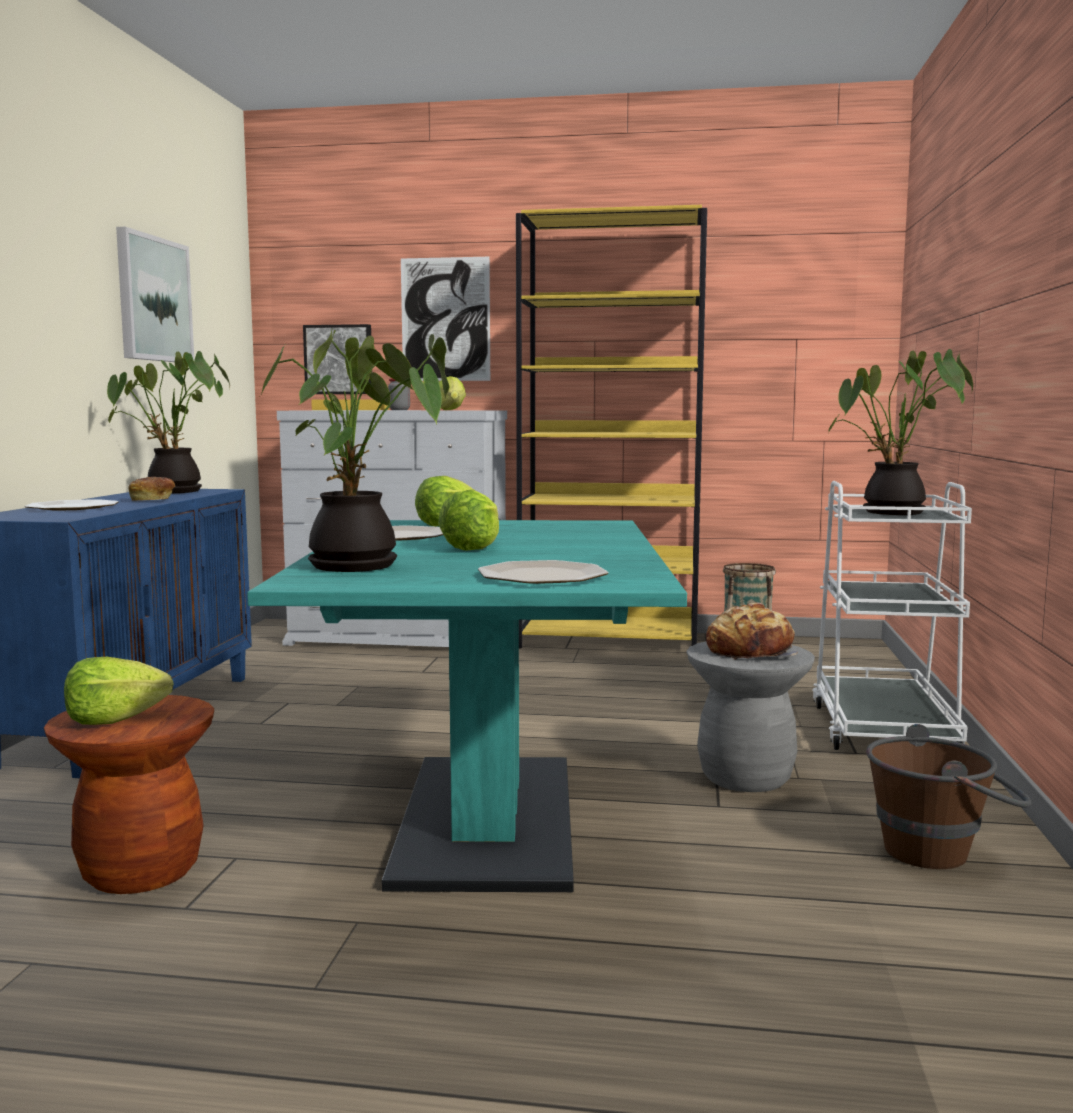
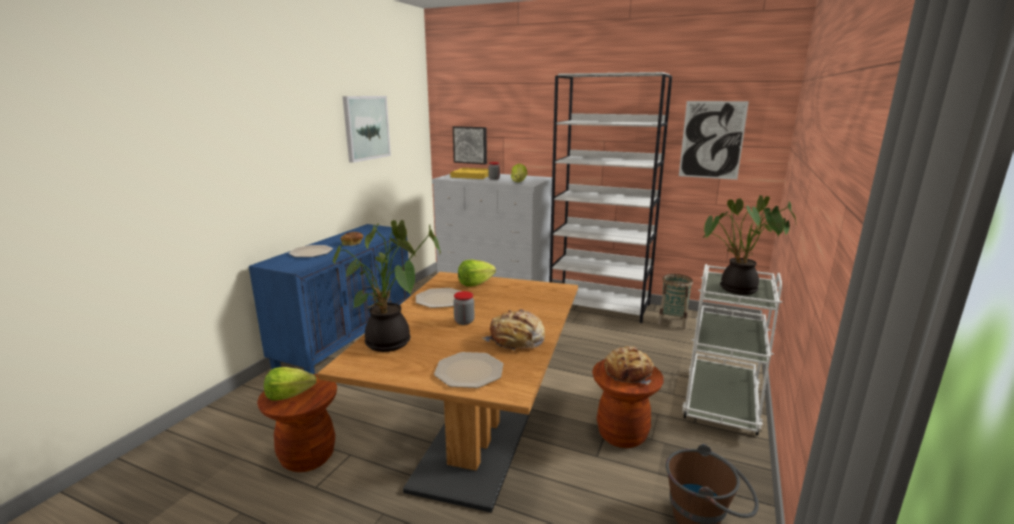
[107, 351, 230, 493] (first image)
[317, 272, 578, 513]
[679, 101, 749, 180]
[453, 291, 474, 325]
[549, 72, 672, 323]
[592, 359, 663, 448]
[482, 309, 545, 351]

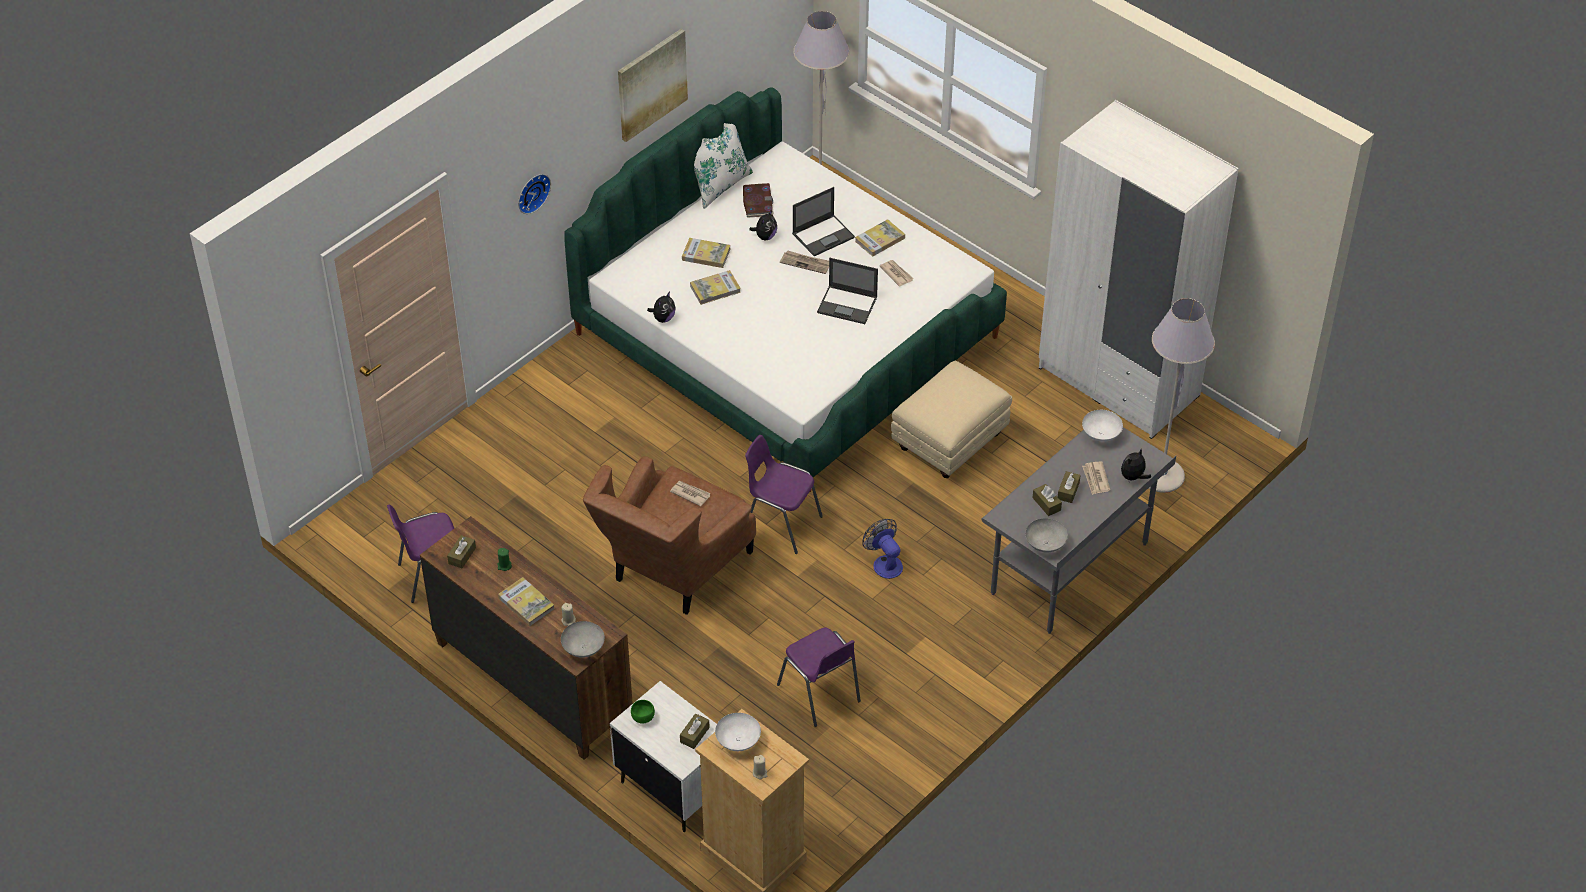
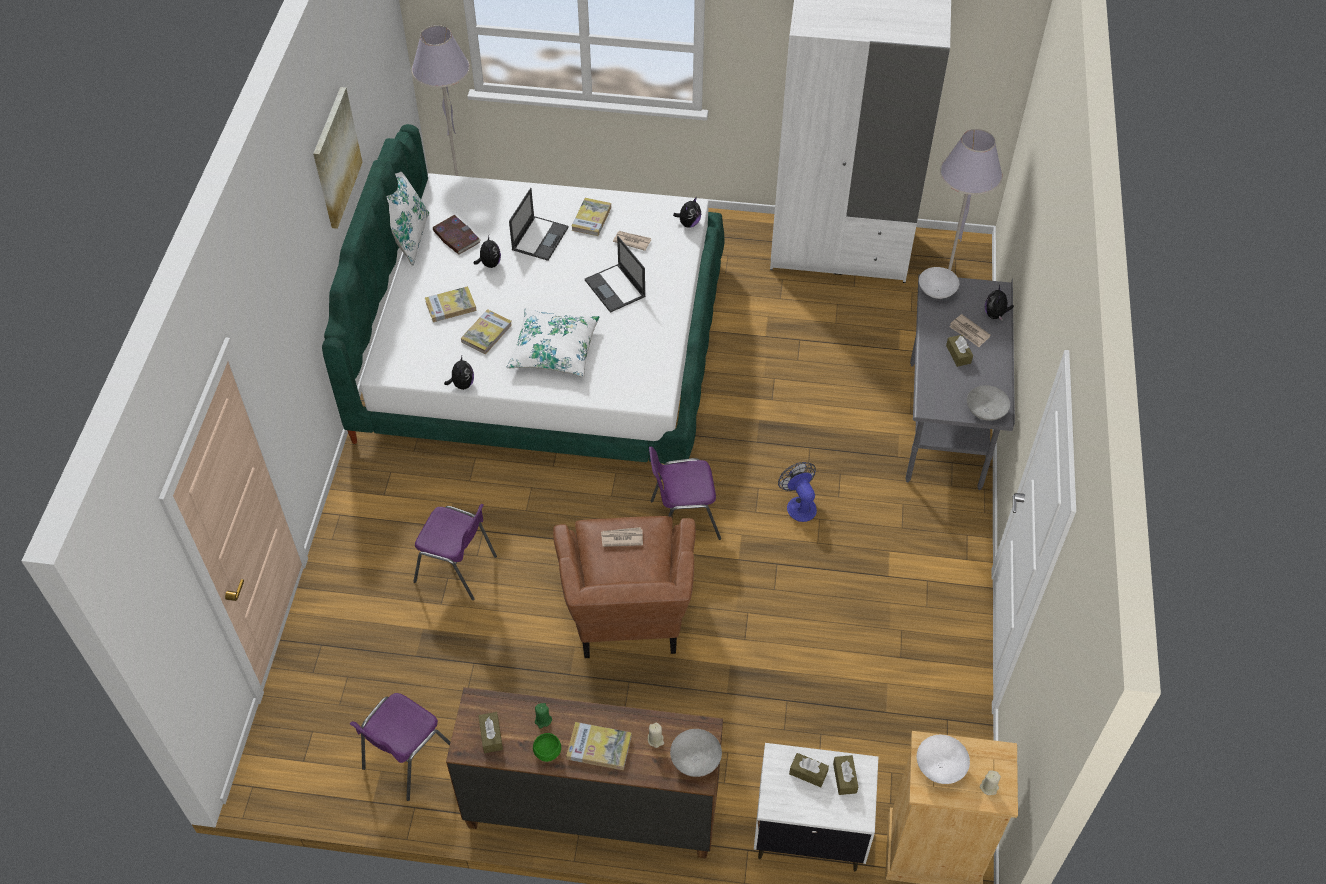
[518, 174, 551, 214] (first image)
[533, 733, 561, 762]
[413, 504, 497, 600]
[780, 251, 829, 274] (first image)
[585, 236, 646, 313]
[778, 462, 817, 522]
[891, 361, 1012, 478] (first image)
[789, 753, 829, 787]
[507, 308, 599, 377]
[673, 197, 701, 228]

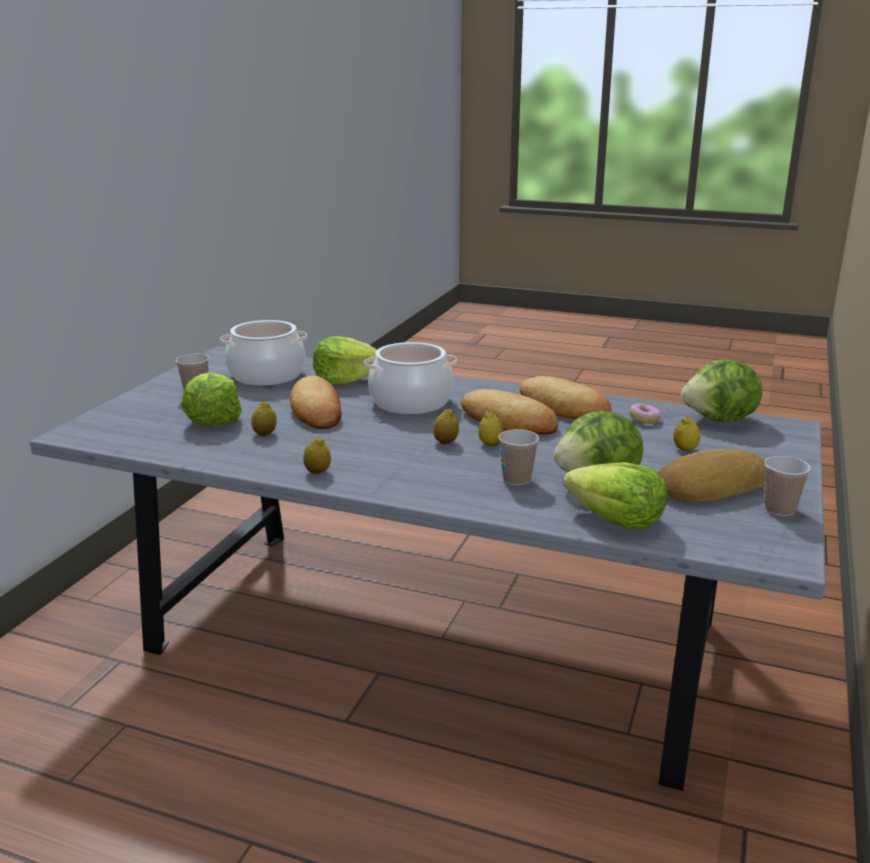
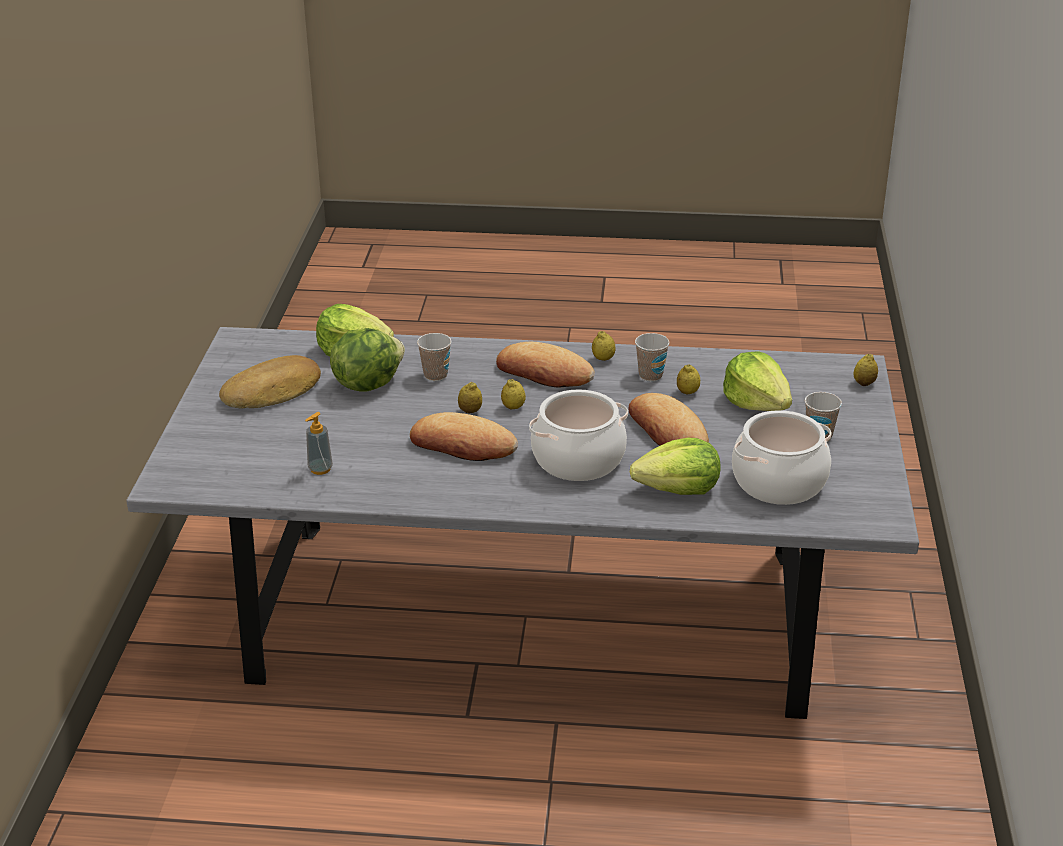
[496, 342, 595, 388]
[305, 412, 333, 475]
[854, 354, 878, 386]
[681, 360, 762, 422] (first image)
[635, 333, 669, 382]

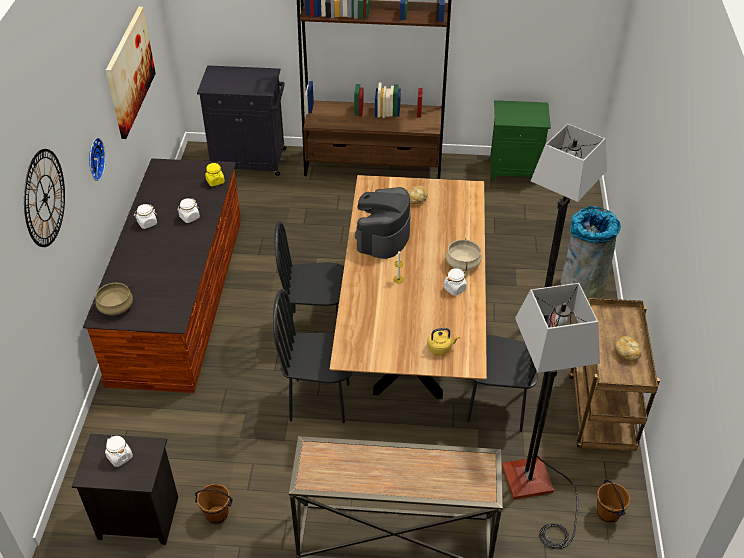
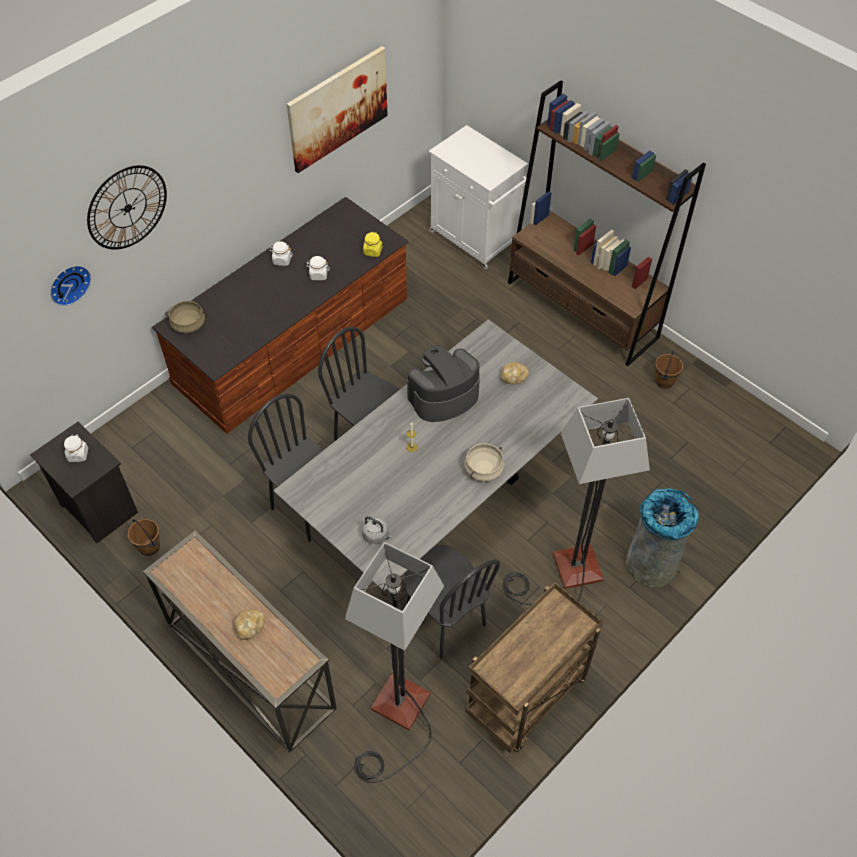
[50, 265, 91, 306]
[429, 125, 528, 269]
[273, 319, 598, 591]
[362, 516, 392, 544]
[444, 268, 467, 296] (first image)
[490, 100, 551, 182] (first image)
[655, 351, 683, 389]
[234, 609, 265, 640]

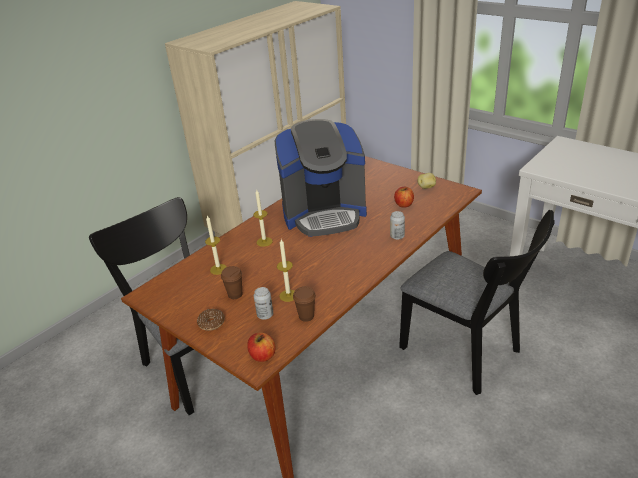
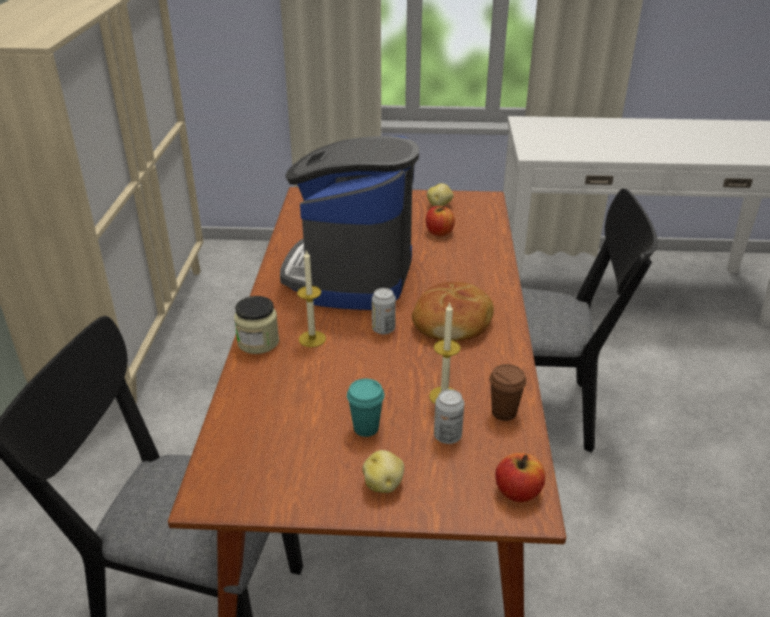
[362, 450, 404, 493]
[205, 216, 227, 275] (first image)
[347, 379, 385, 437]
[280, 136, 419, 310]
[372, 288, 396, 334]
[234, 296, 279, 354]
[412, 282, 494, 341]

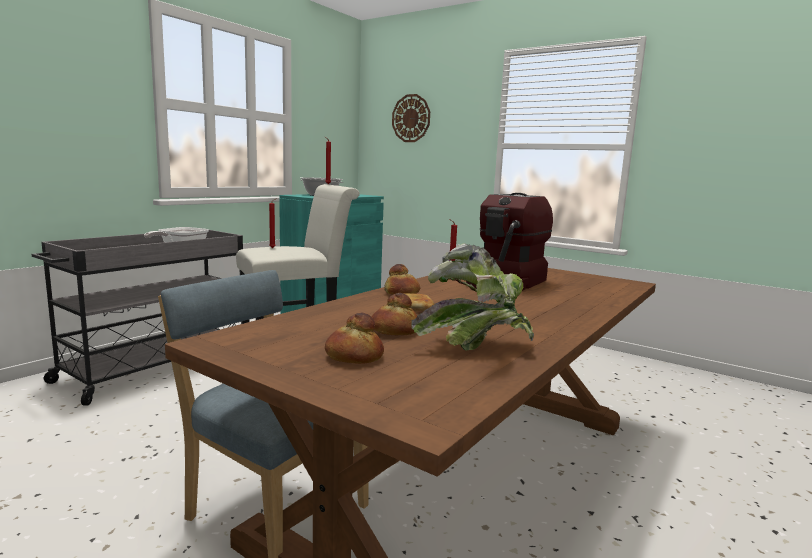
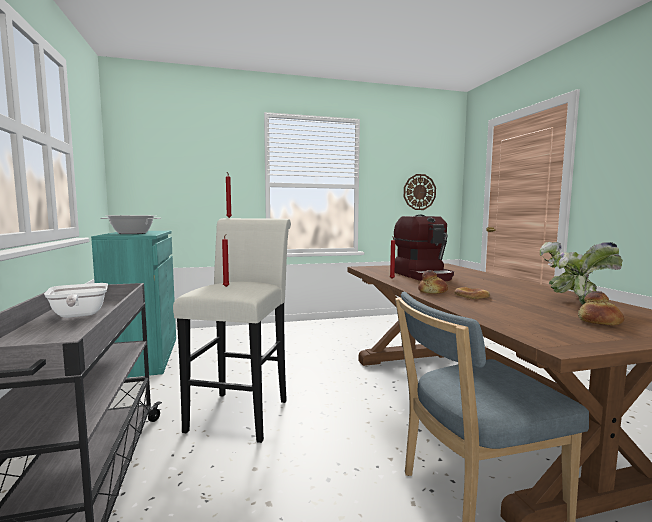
[371, 293, 417, 335] (first image)
[404, 174, 436, 210]

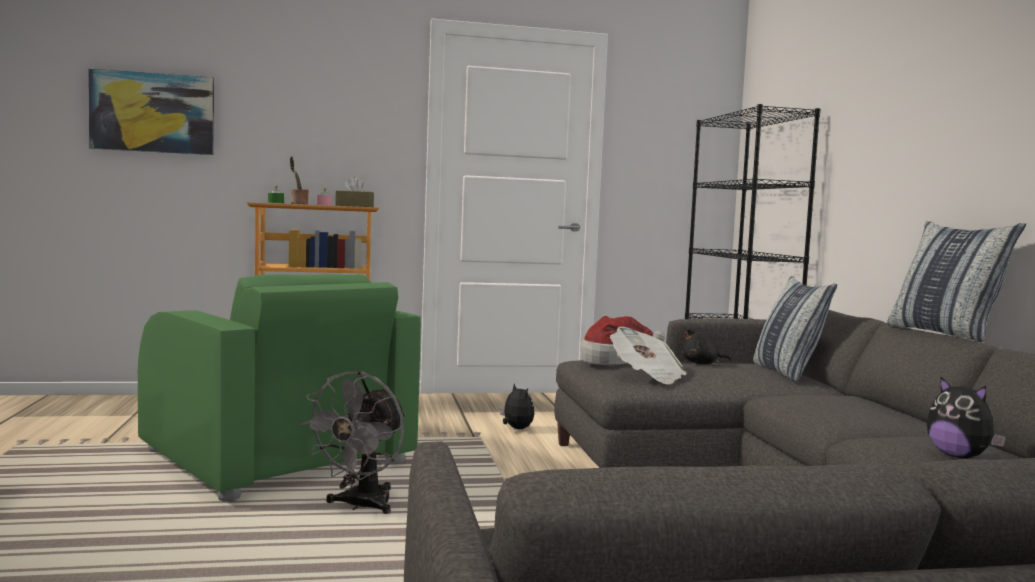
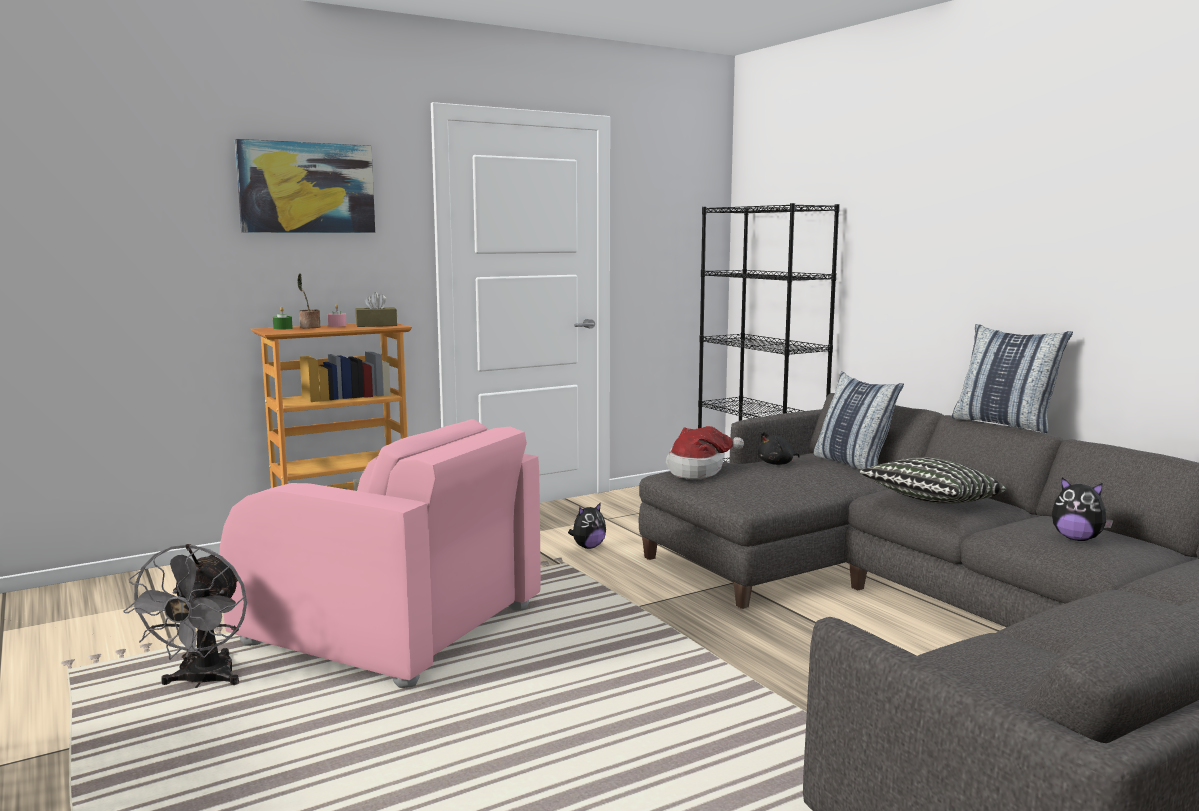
[235, 139, 375, 233]
[219, 419, 541, 688]
[123, 544, 247, 688]
[568, 502, 606, 549]
[610, 327, 687, 385] (first image)
[860, 457, 1006, 504]

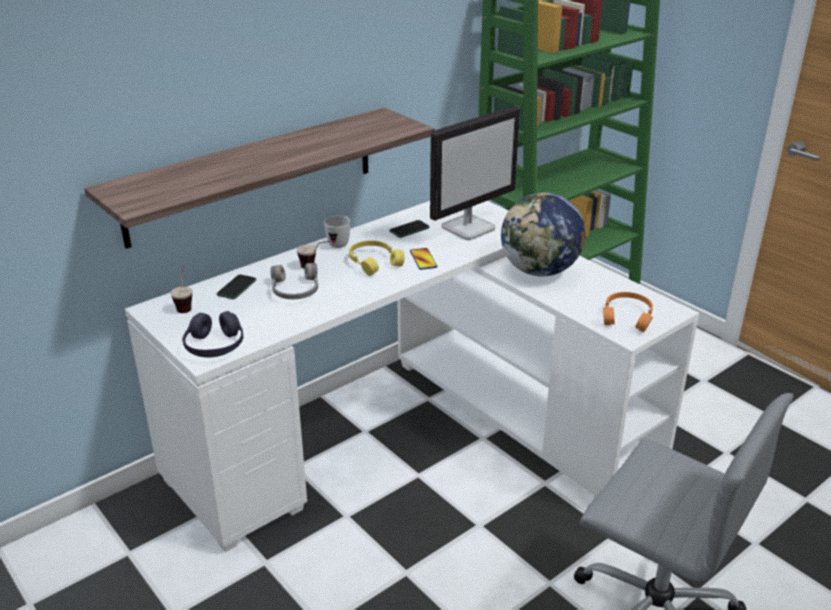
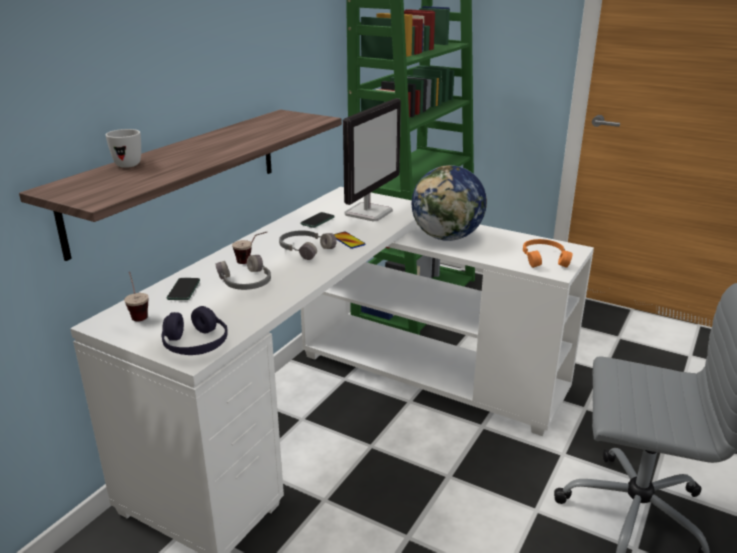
[106, 129, 141, 168]
[279, 230, 337, 260]

